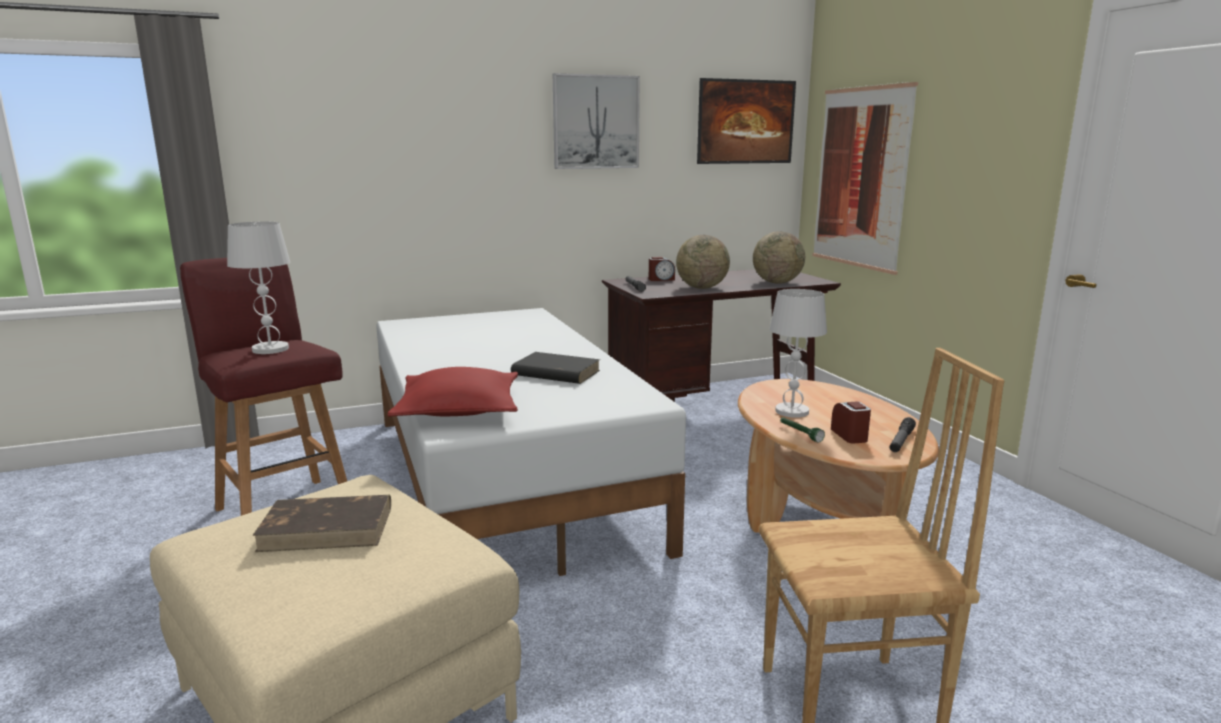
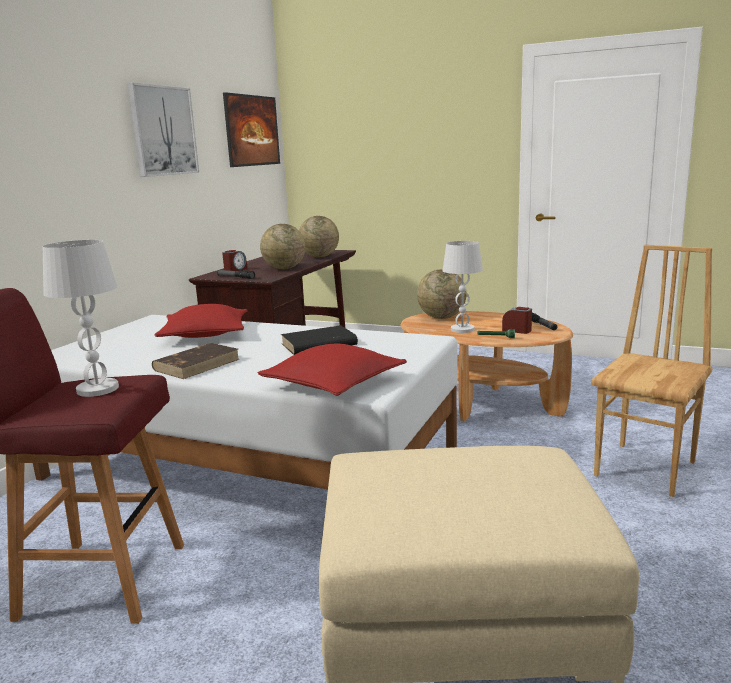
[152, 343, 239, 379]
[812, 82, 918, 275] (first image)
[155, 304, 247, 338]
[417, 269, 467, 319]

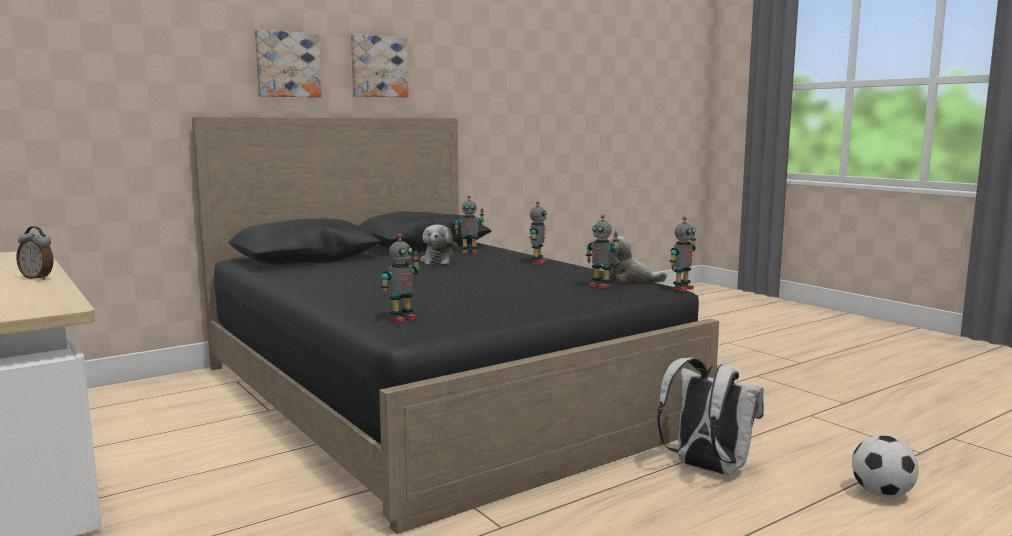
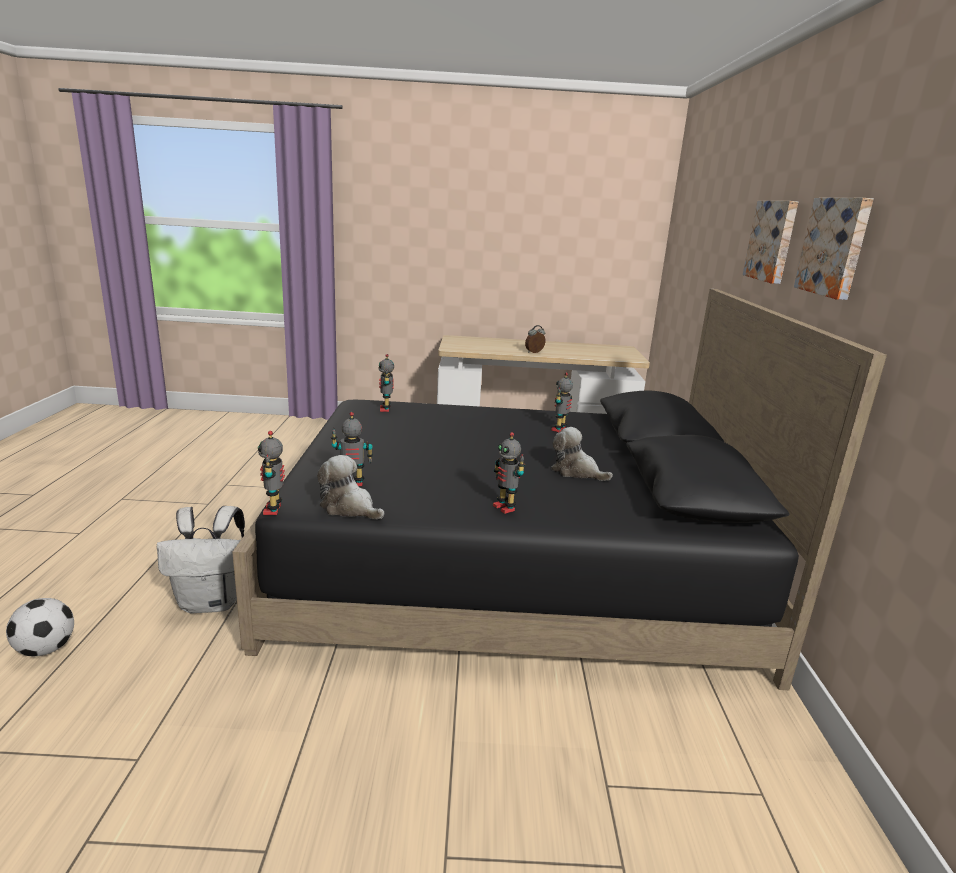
[551, 373, 573, 432]
[317, 455, 384, 520]

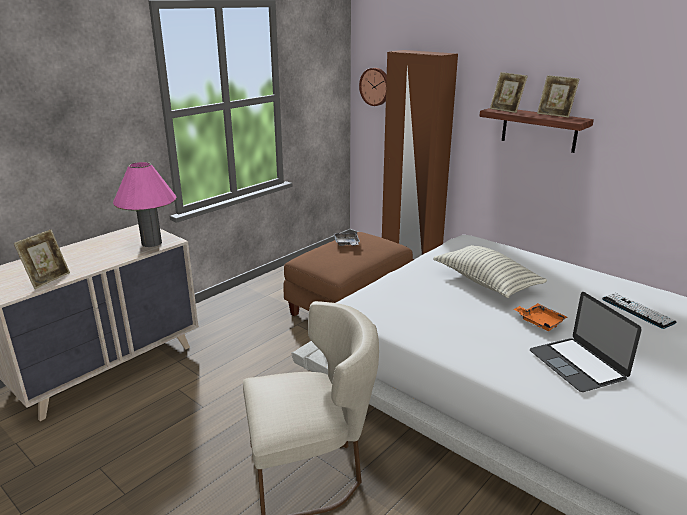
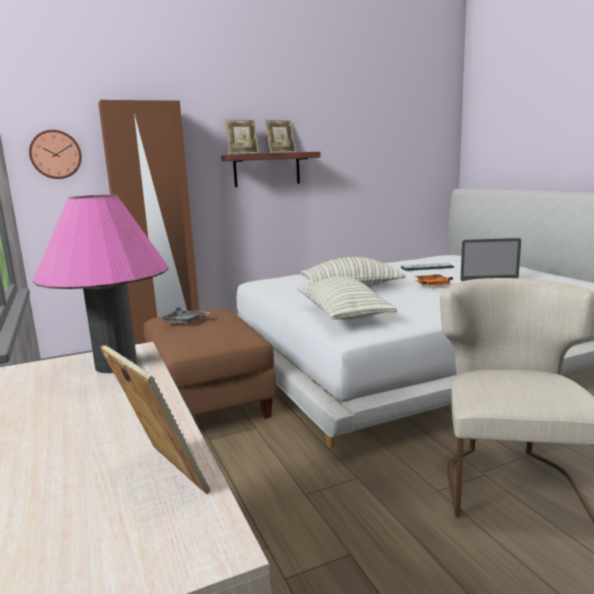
[297, 276, 397, 320]

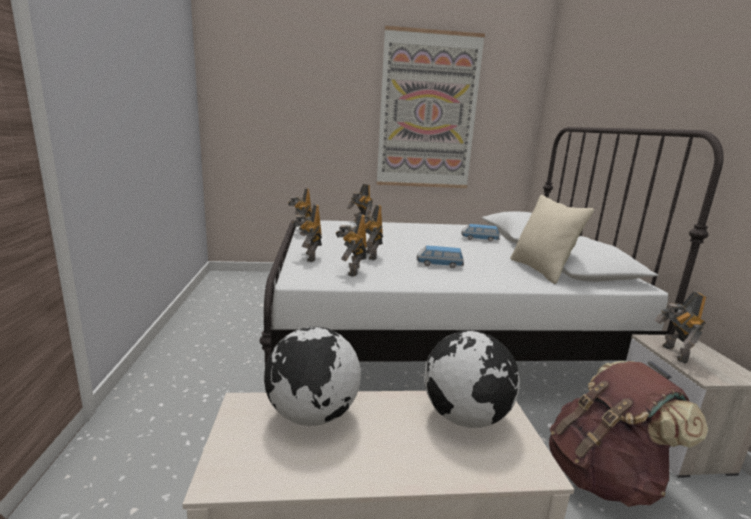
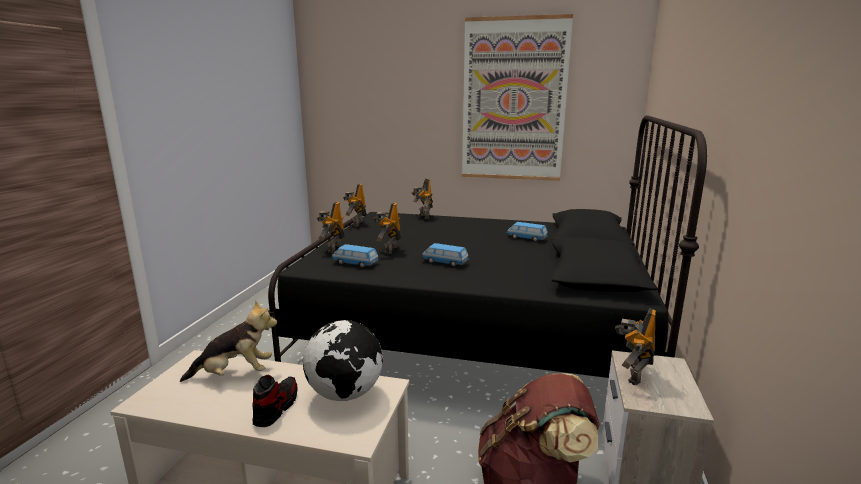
[267, 115, 707, 378]
[180, 301, 277, 382]
[332, 244, 379, 268]
[510, 195, 594, 284] (first image)
[252, 374, 298, 427]

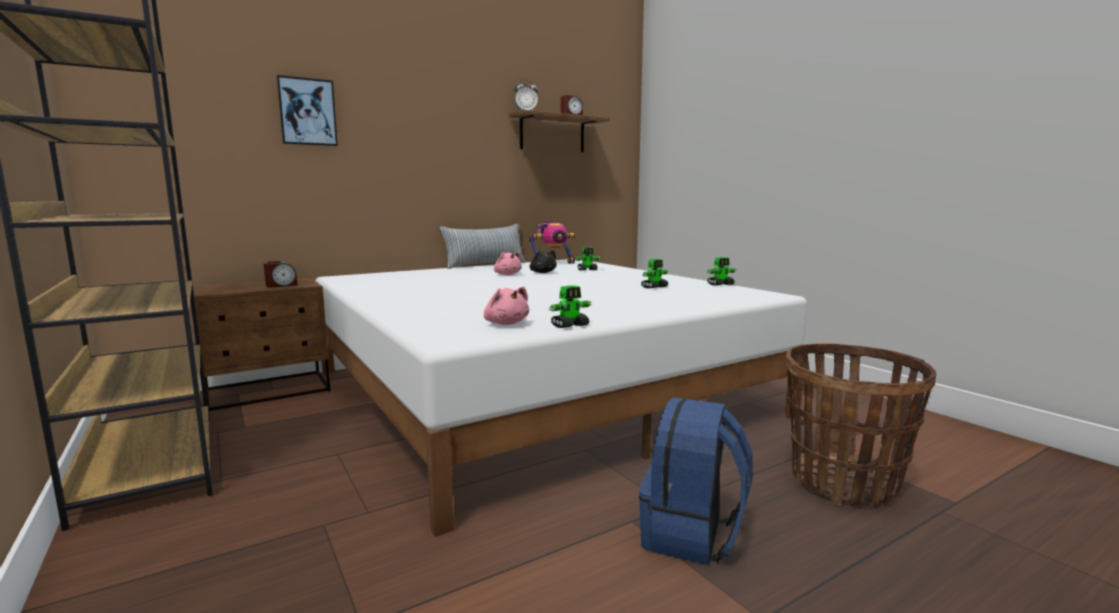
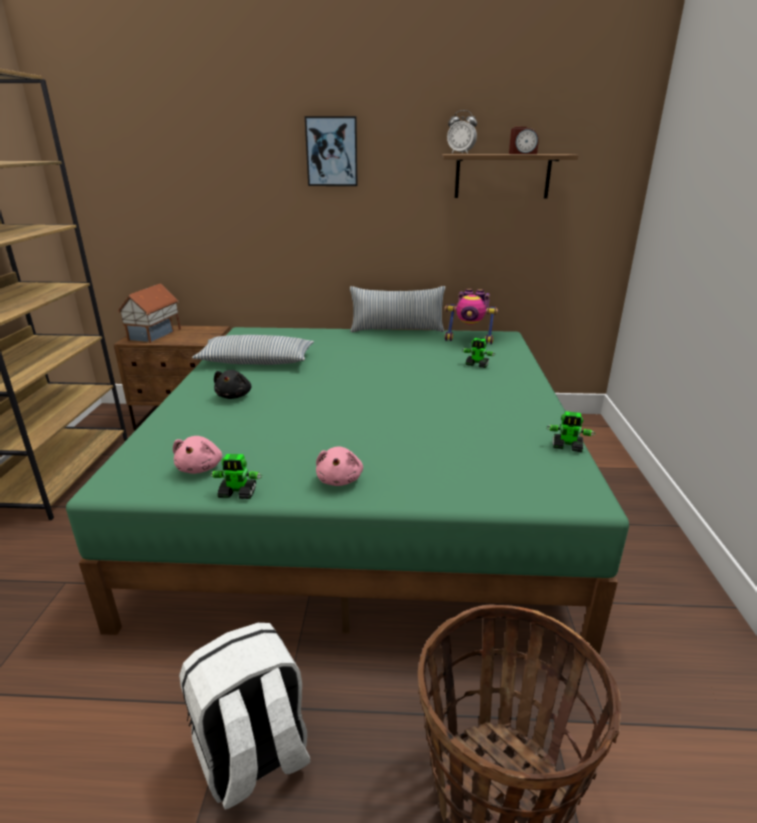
[264, 261, 298, 288] (first image)
[305, 116, 358, 186]
[66, 327, 629, 655]
[316, 446, 363, 486]
[214, 370, 251, 399]
[179, 623, 311, 810]
[641, 259, 669, 288] (first image)
[117, 283, 181, 343]
[192, 335, 314, 365]

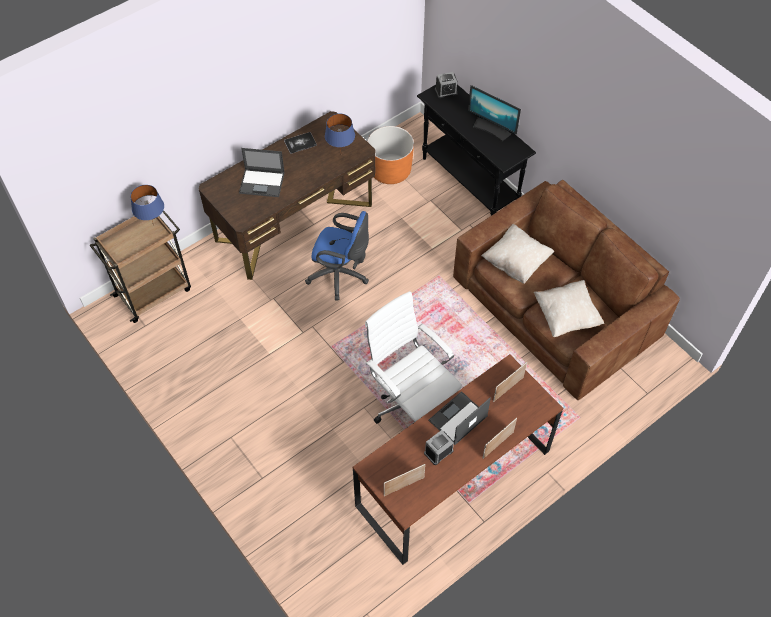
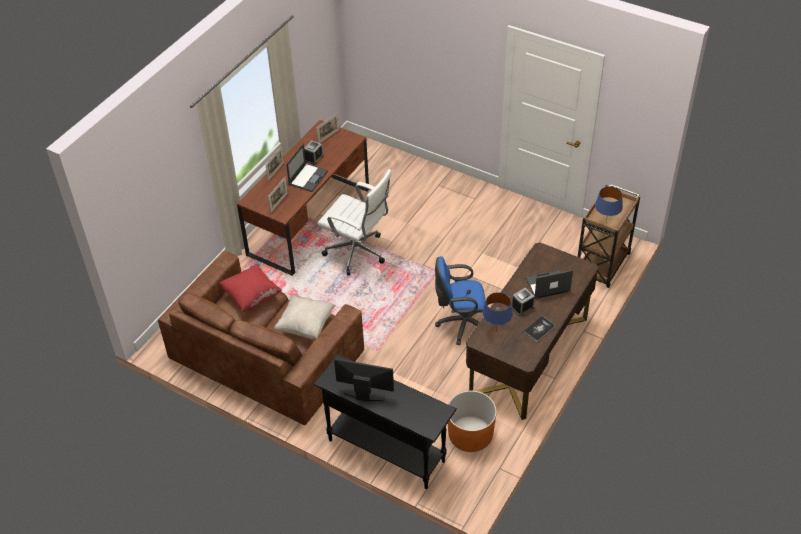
[511, 288, 535, 316]
[218, 264, 282, 312]

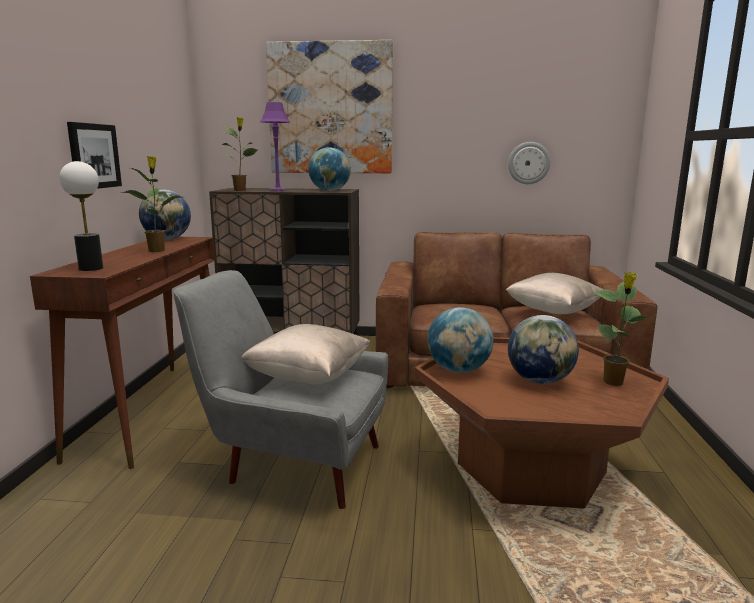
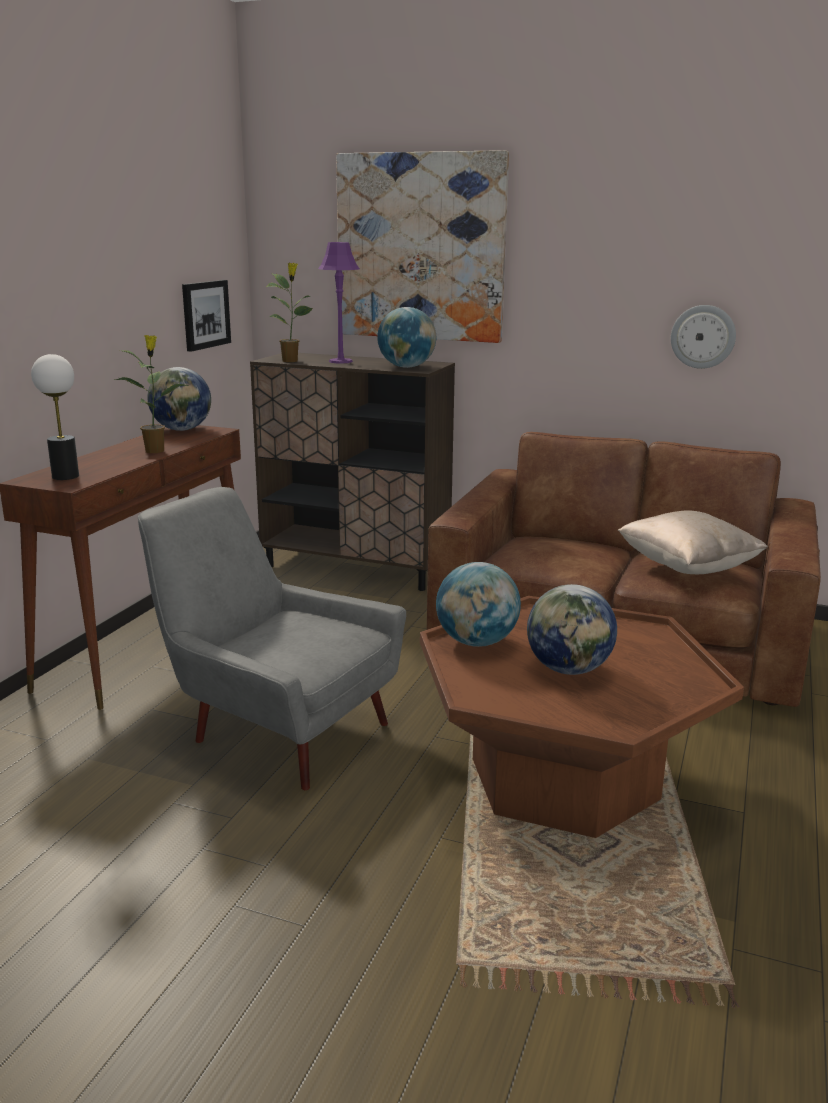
[182, 280, 231, 352]
[242, 324, 371, 384] (first image)
[593, 272, 653, 386] (first image)

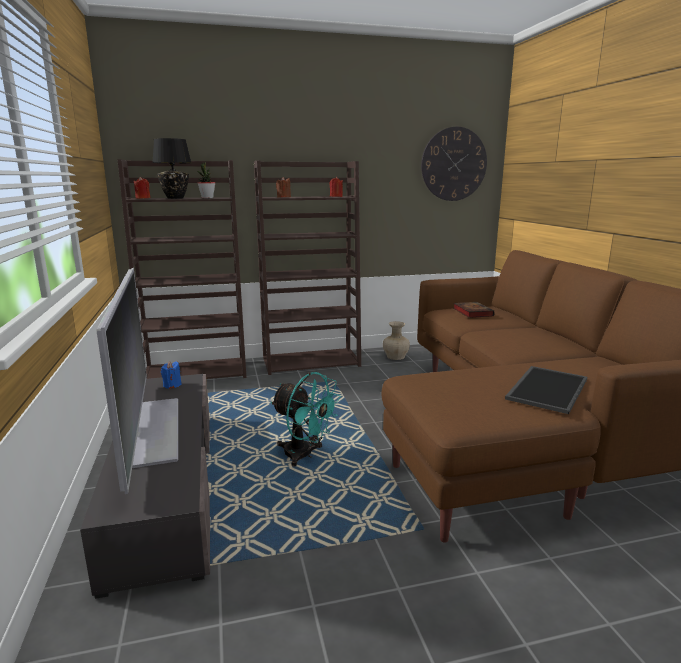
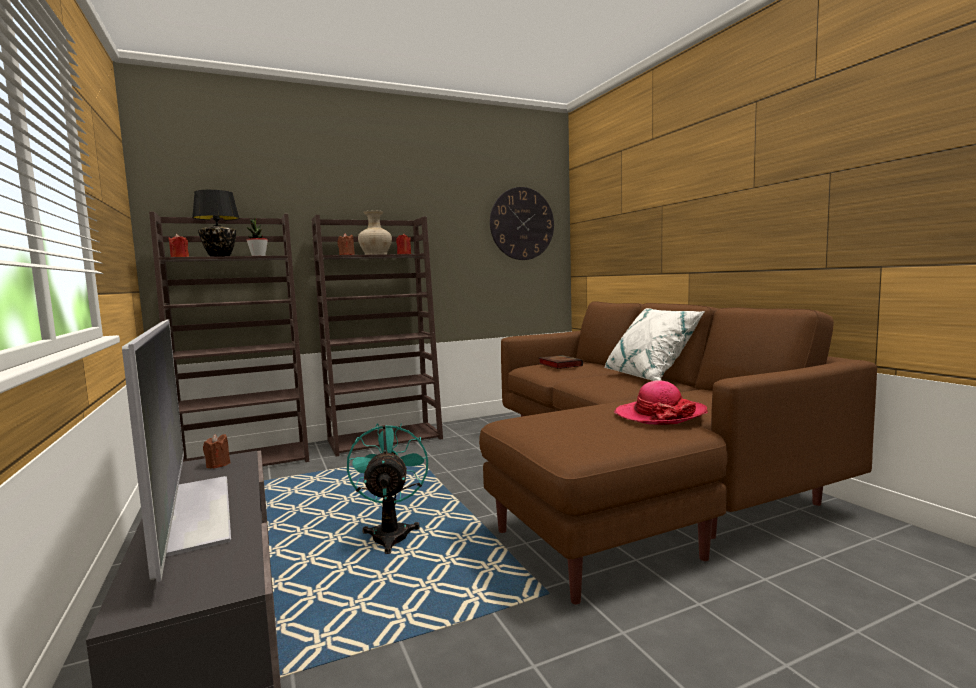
[203, 434, 230, 469]
[347, 423, 428, 554]
[358, 211, 392, 255]
[614, 380, 708, 425]
[604, 308, 705, 381]

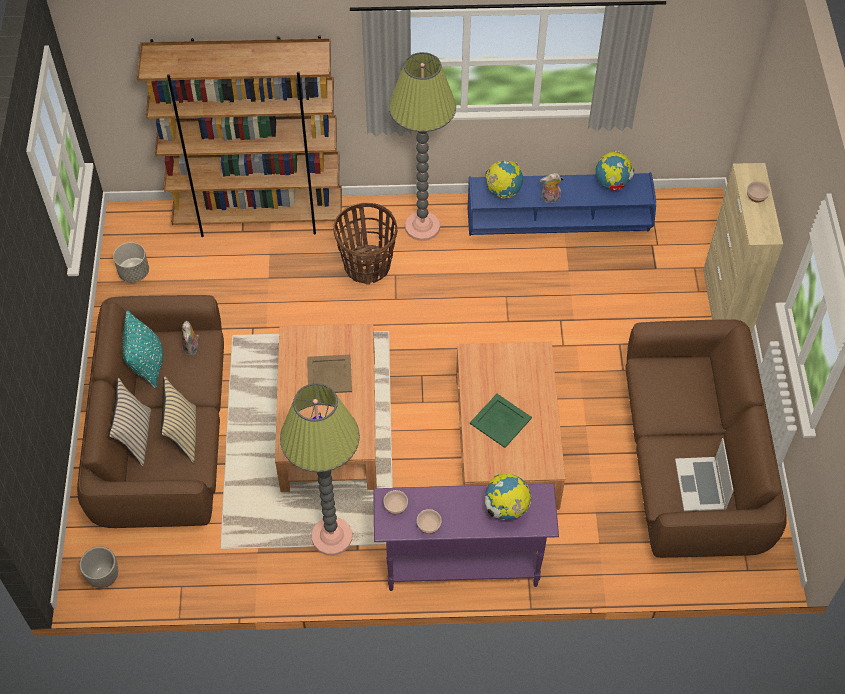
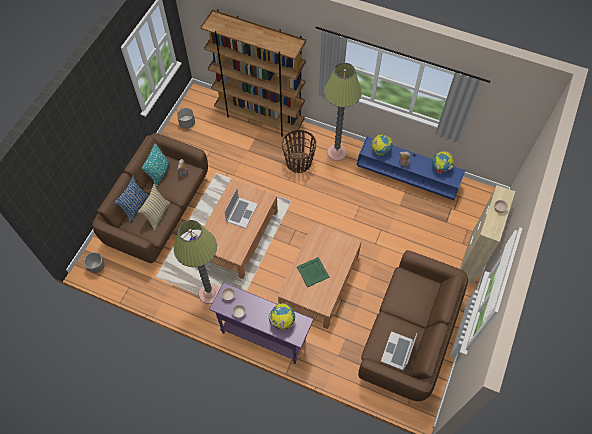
[114, 176, 148, 223]
[224, 188, 258, 228]

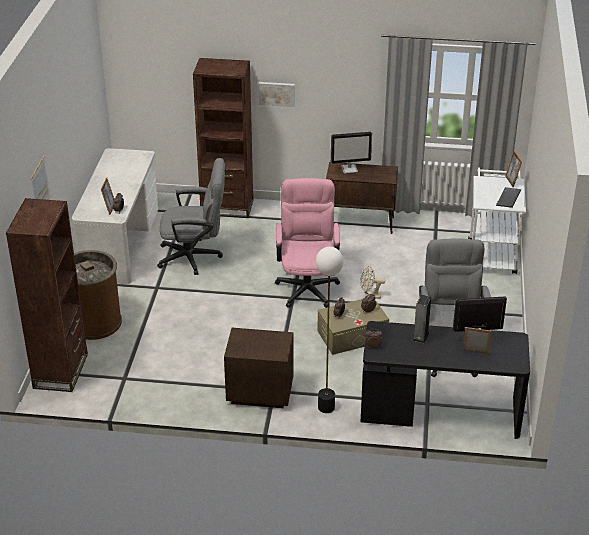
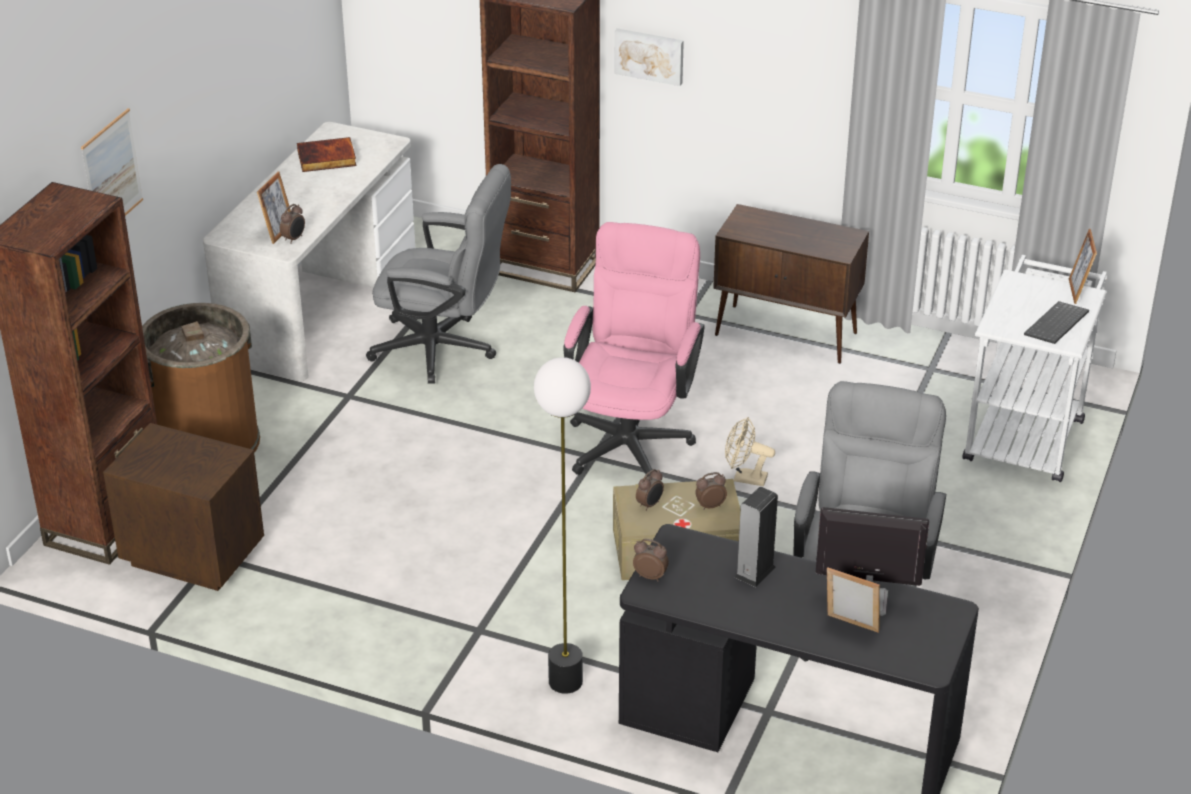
[103, 423, 264, 591]
[331, 132, 372, 174] (first image)
[297, 137, 356, 172]

